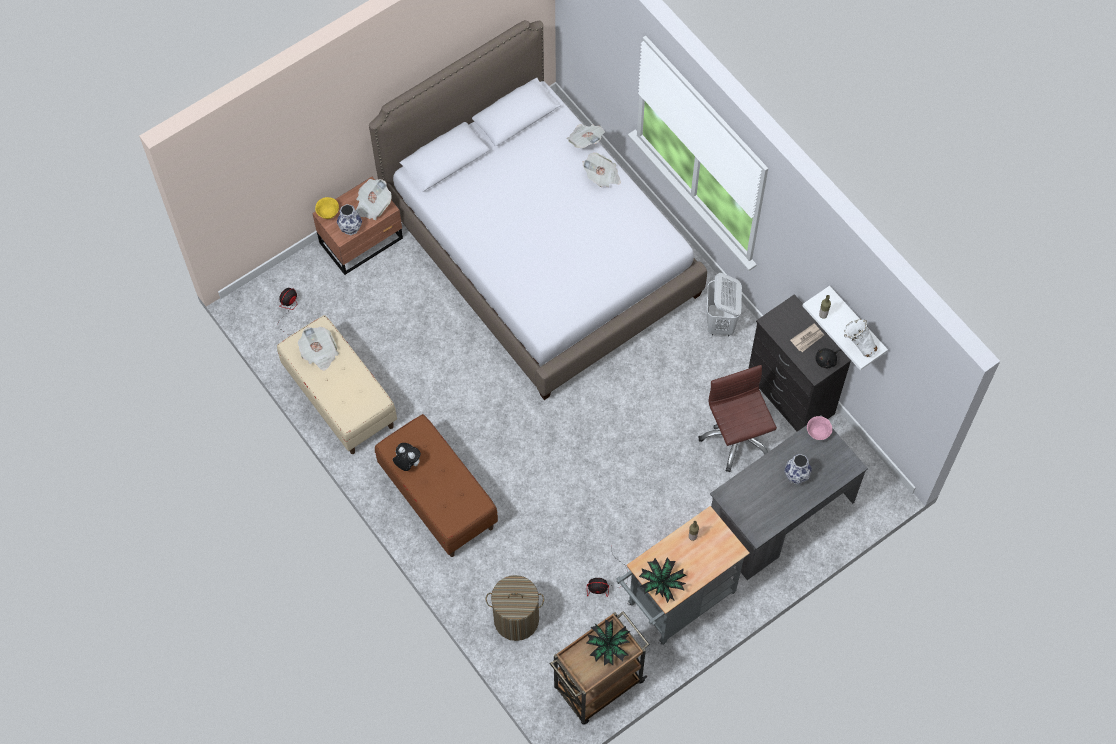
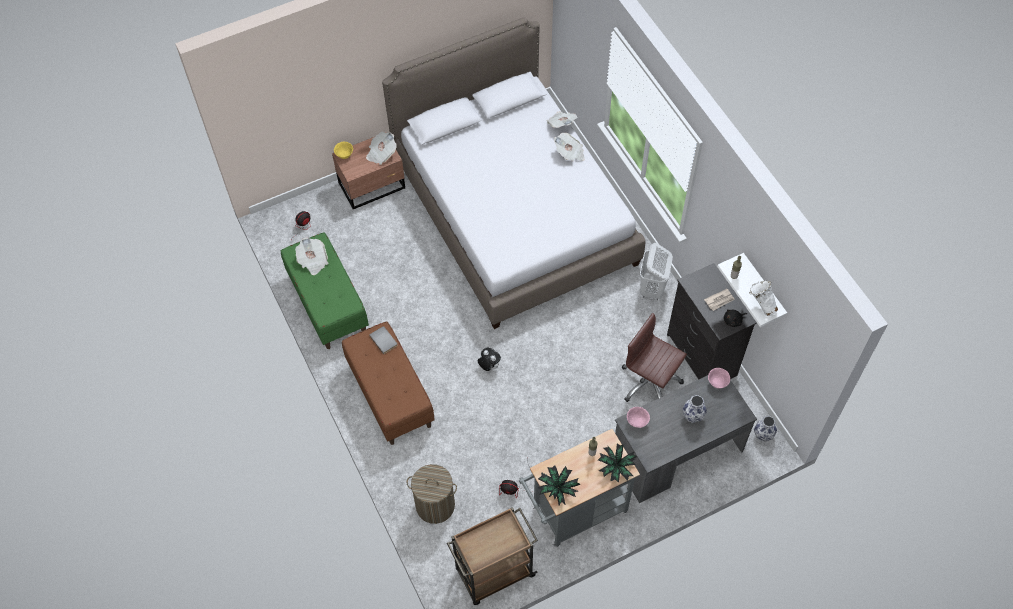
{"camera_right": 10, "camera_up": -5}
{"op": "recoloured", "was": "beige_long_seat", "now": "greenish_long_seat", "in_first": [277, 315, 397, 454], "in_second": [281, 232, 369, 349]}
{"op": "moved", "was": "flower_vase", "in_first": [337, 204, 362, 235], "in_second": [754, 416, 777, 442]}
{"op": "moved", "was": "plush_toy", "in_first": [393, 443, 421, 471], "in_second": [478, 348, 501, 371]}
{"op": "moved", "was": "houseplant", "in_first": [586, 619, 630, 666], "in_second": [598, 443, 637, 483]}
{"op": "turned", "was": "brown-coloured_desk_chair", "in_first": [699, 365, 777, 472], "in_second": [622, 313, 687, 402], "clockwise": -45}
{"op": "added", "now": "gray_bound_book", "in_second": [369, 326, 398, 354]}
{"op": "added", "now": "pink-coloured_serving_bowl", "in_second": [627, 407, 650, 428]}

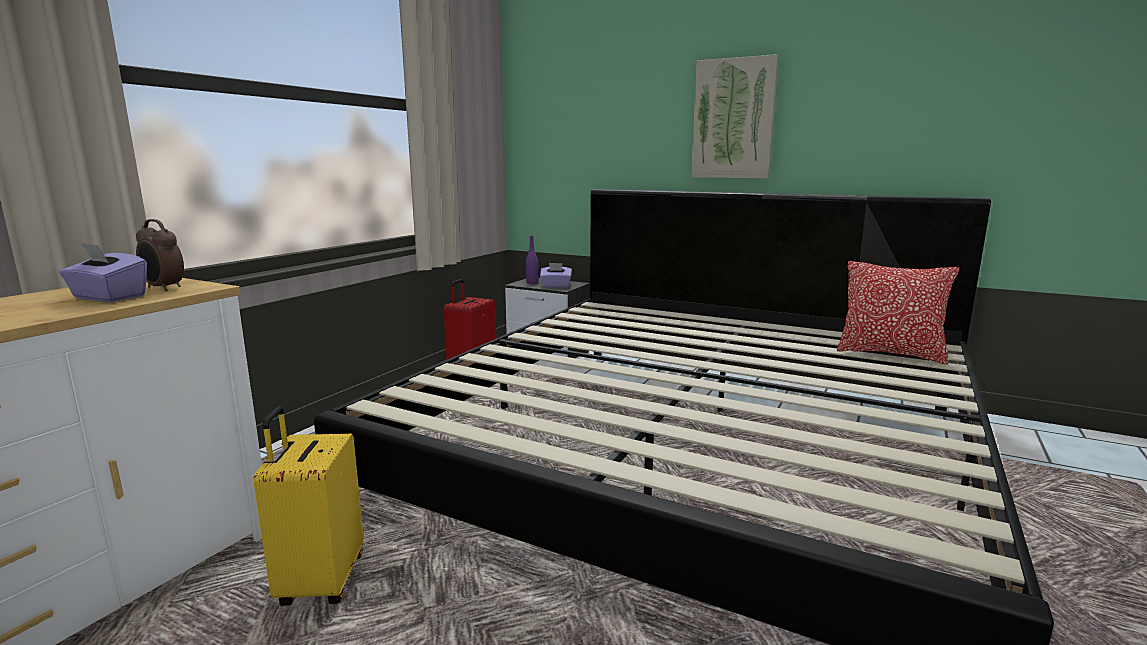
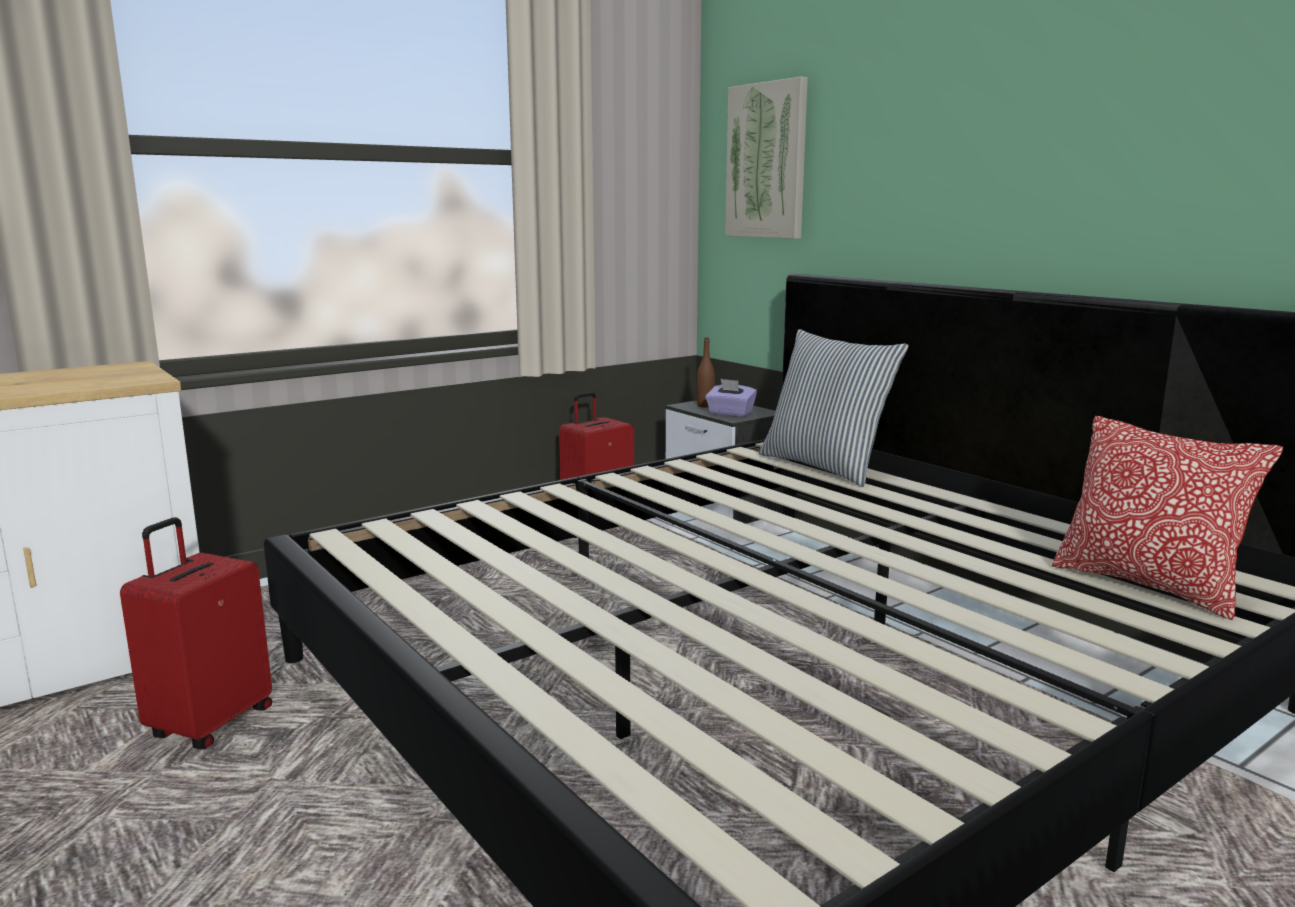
{"camera_right": 25, "camera_up": 0}
{"op": "removed", "was": "purplish_box_of_tissues", "in_first": [59, 243, 147, 302]}
{"op": "removed", "was": "table_clock", "in_first": [136, 219, 184, 291]}
{"op": "recoloured", "was": "yellow-coloured_travel_case", "now": "reddish_travel_case", "in_first": [254, 406, 364, 606], "in_second": [120, 517, 272, 749]}
{"op": "recoloured", "was": "purplish_bottle", "now": "brown-coloured_bottle", "in_first": [526, 236, 538, 284], "in_second": [697, 337, 715, 408]}
{"op": "moved", "was": "picture", "in_first": [691, 54, 779, 178], "in_second": [725, 77, 808, 239]}
{"op": "added", "now": "pillow", "in_second": [759, 329, 908, 487]}

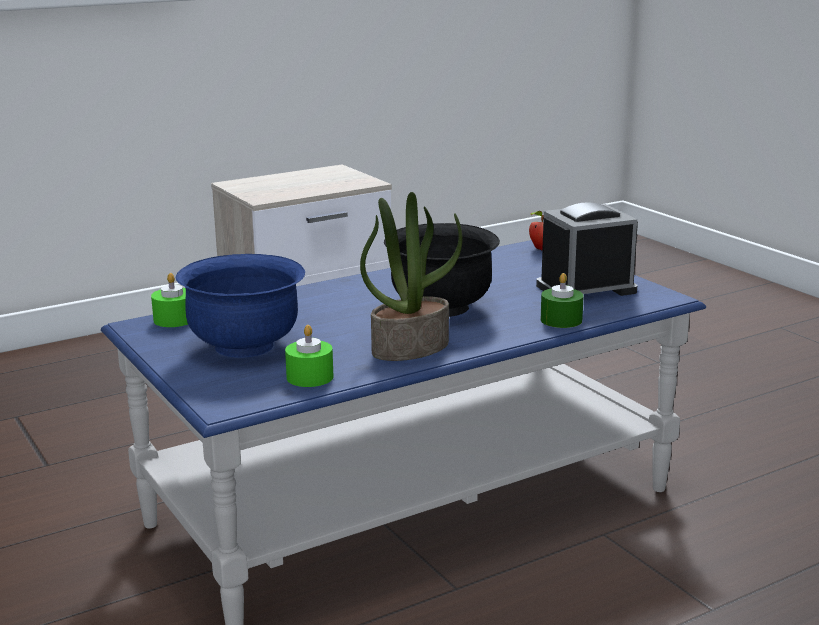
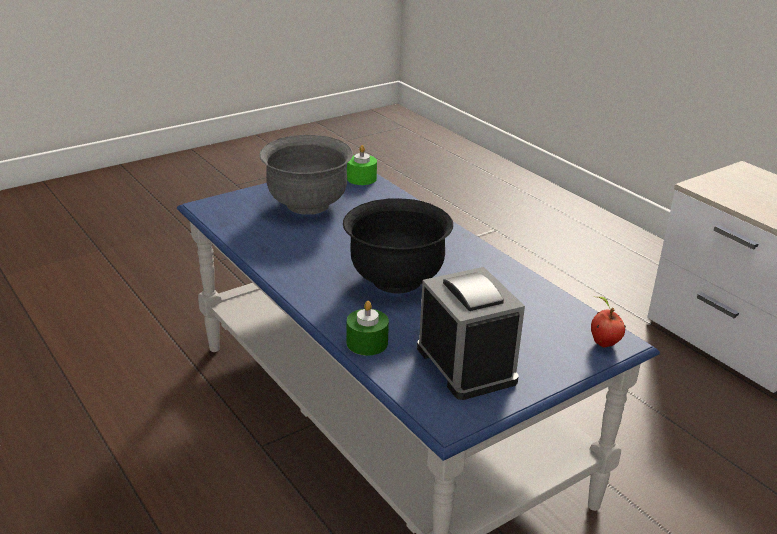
{"camera_right": 85, "camera_up": 10}
{"op": "recoloured", "was": "blue_serving_bowl", "now": "gray_serving_bowl", "in_first": [176, 254, 305, 358], "in_second": [259, 135, 353, 215]}
{"op": "removed", "was": "greenish_wax_light", "in_first": [285, 325, 333, 387]}
{"op": "removed", "was": "houseplant", "in_first": [360, 192, 462, 361]}

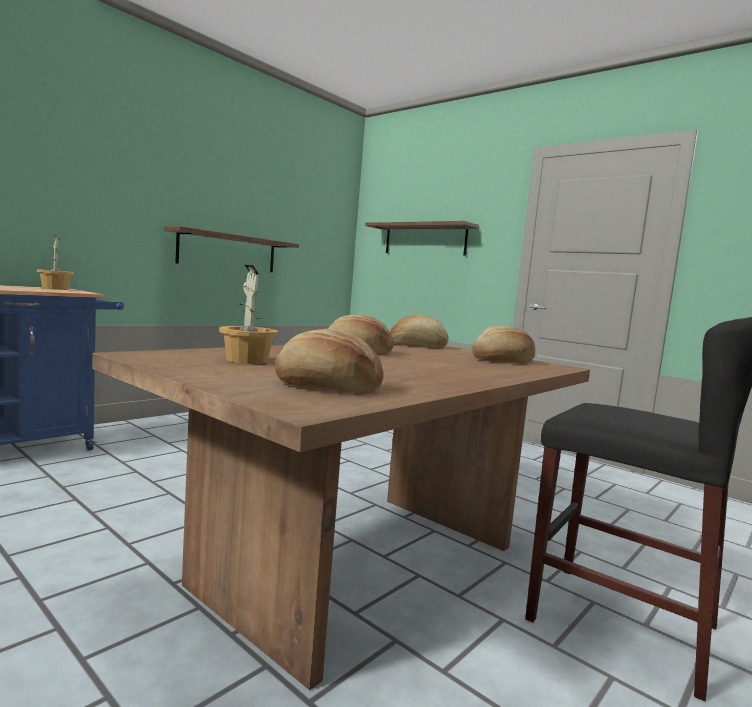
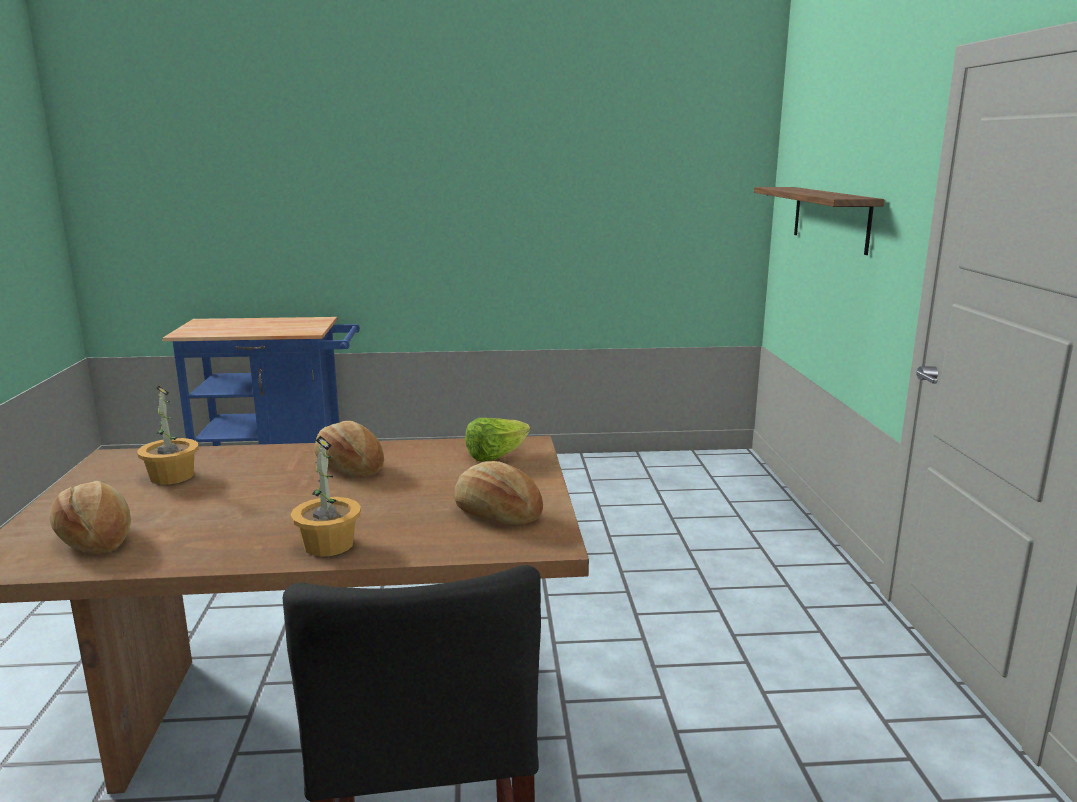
{"camera_right": 45, "camera_up": 10}
{"op": "moved", "was": "houseplant", "in_first": [37, 235, 74, 290], "in_second": [290, 436, 361, 557]}
{"op": "removed", "was": "bracket_shelf", "in_first": [164, 226, 299, 272]}
{"op": "replaced", "was": "bread", "now": "head_of_lettuce", "in_first": [390, 315, 448, 348], "in_second": [465, 418, 530, 462]}

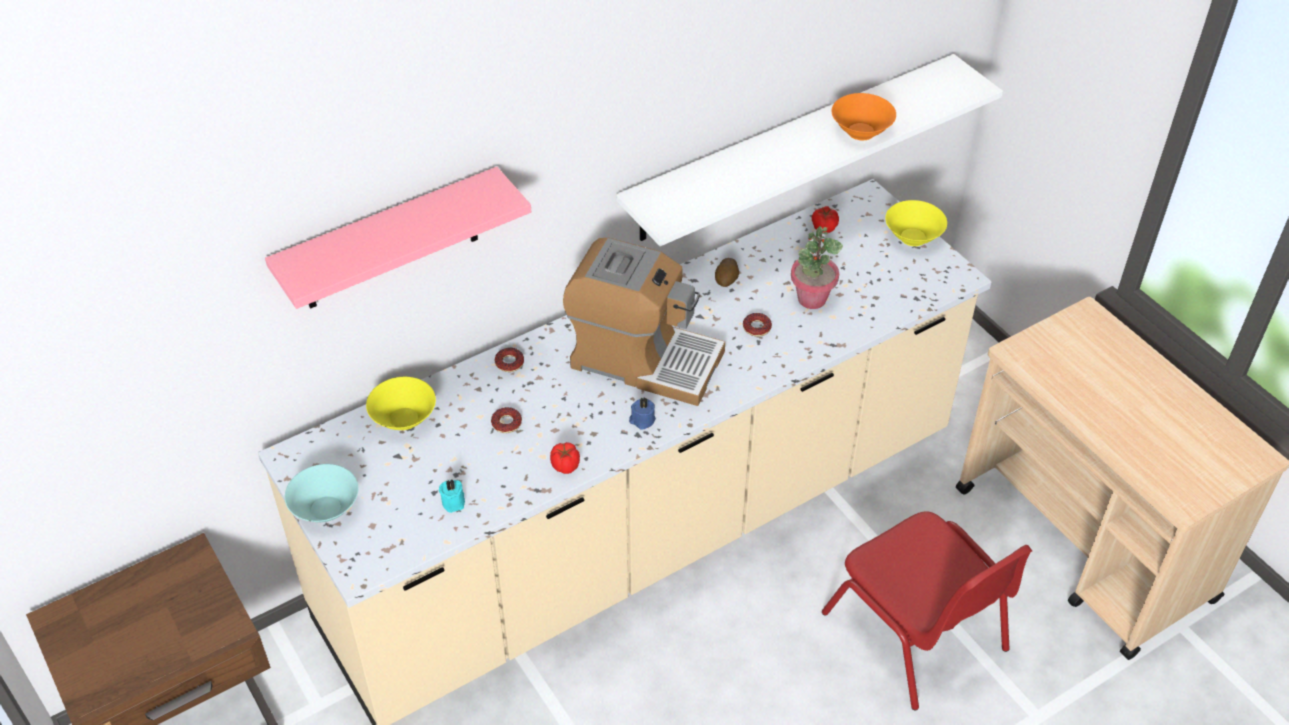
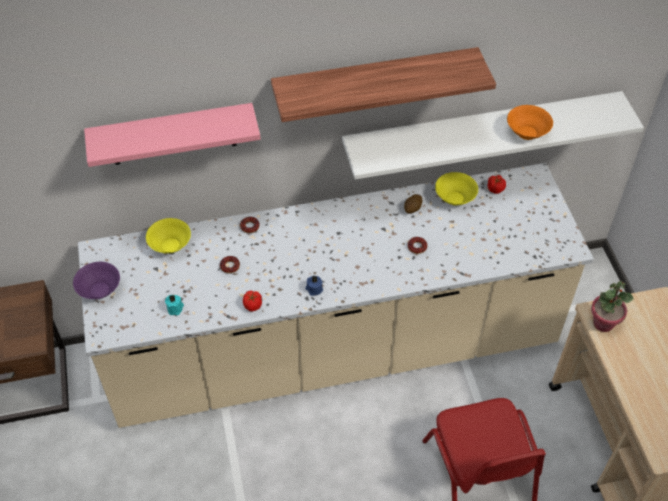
{"camera_right": 20, "camera_up": 5}
{"op": "recoloured", "was": "turquoise-coloured_serving_bowl", "now": "purplish_serving_bowl", "in_first": [285, 464, 358, 522], "in_second": [73, 262, 120, 299]}
{"op": "removed", "was": "coffee_brewer", "in_first": [563, 238, 725, 406]}
{"op": "moved", "was": "houseplant", "in_first": [791, 226, 843, 309], "in_second": [591, 281, 634, 332]}
{"op": "moved", "was": "yellow-coloured_serving_bowl", "in_first": [885, 200, 947, 246], "in_second": [435, 172, 478, 206]}
{"op": "added", "now": "bracket_shelf", "in_second": [271, 47, 496, 122]}

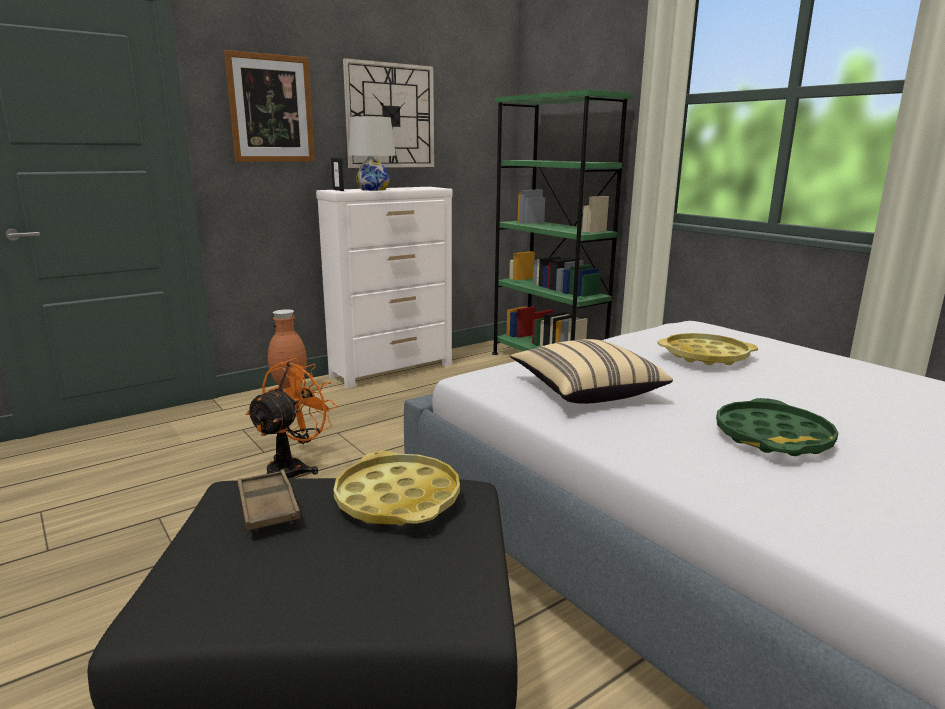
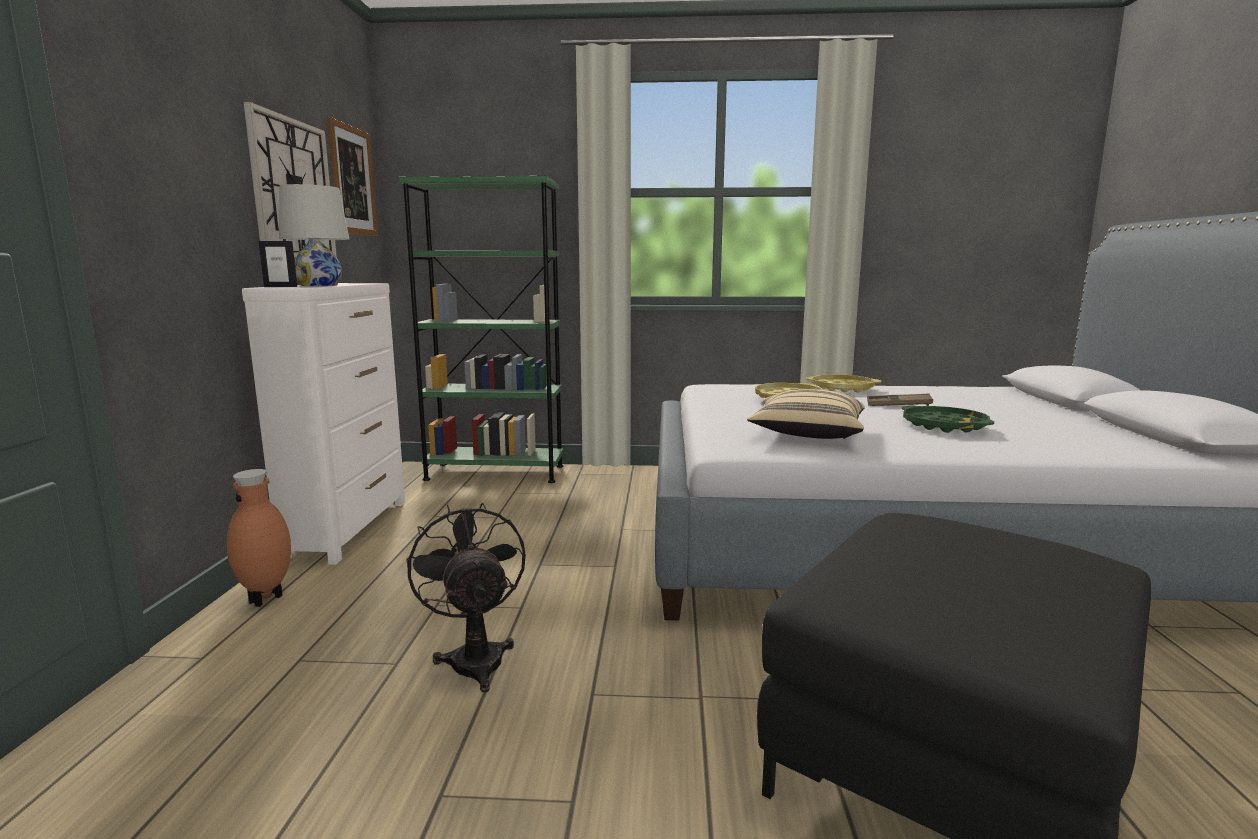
{"camera_right": -50, "camera_up": -5}
{"op": "moved", "was": "picture", "in_first": [224, 50, 315, 162], "in_second": [327, 117, 378, 236]}
{"op": "moved", "was": "brown-coloured_tray", "in_first": [238, 470, 301, 532], "in_second": [867, 394, 933, 406]}
{"op": "recoloured", "was": "orange-coloured_cooling_fan", "now": "blackish_cooling_fan", "in_first": [245, 358, 337, 479], "in_second": [406, 503, 526, 692]}
{"op": "moved", "was": "yellow-coloured_tray", "in_first": [333, 451, 460, 525], "in_second": [806, 374, 881, 392]}

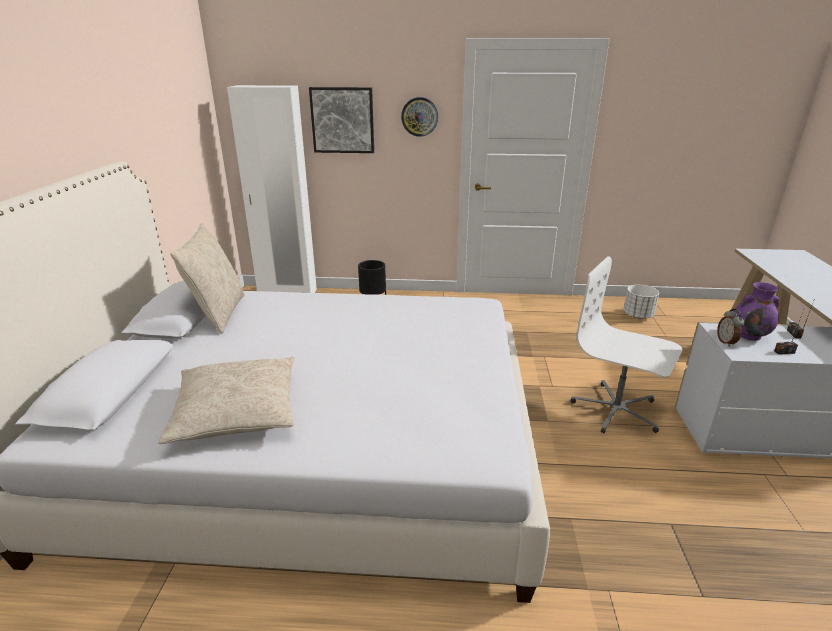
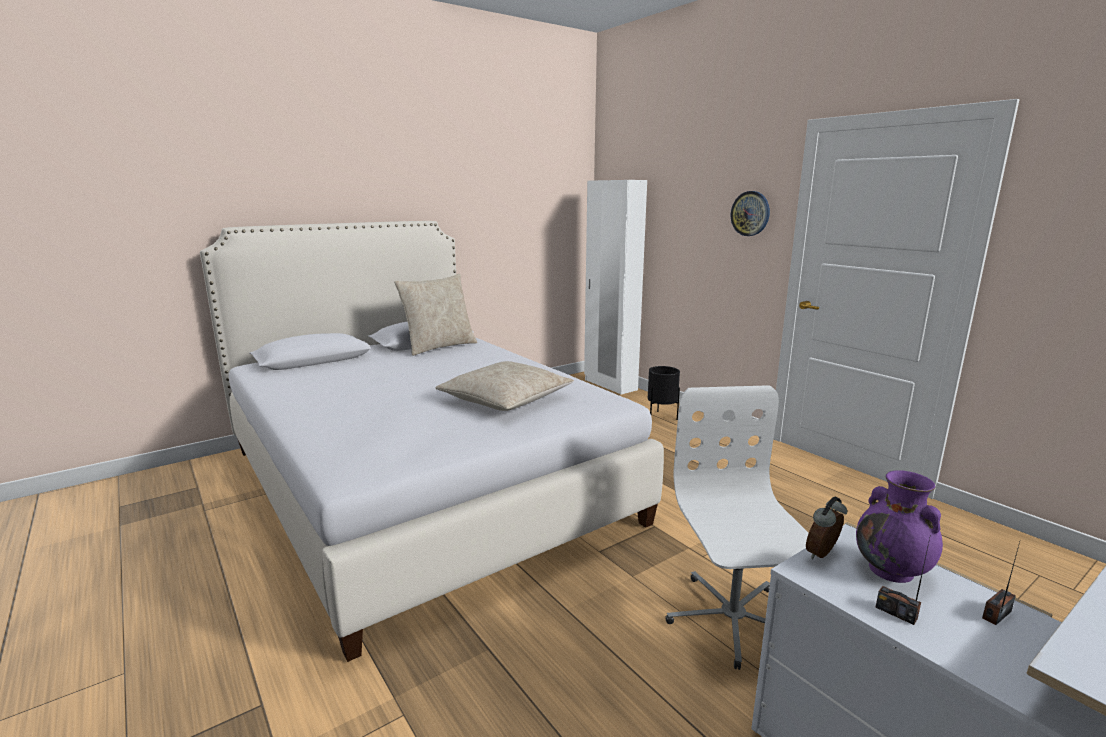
{"camera_right": 50, "camera_up": -10}
{"op": "moved", "was": "beige_pillow", "in_first": [158, 357, 294, 444], "in_second": [435, 361, 574, 411]}
{"op": "removed", "was": "picture", "in_first": [309, 87, 374, 153]}
{"op": "removed", "was": "white_flower_pot", "in_first": [623, 285, 659, 319]}

